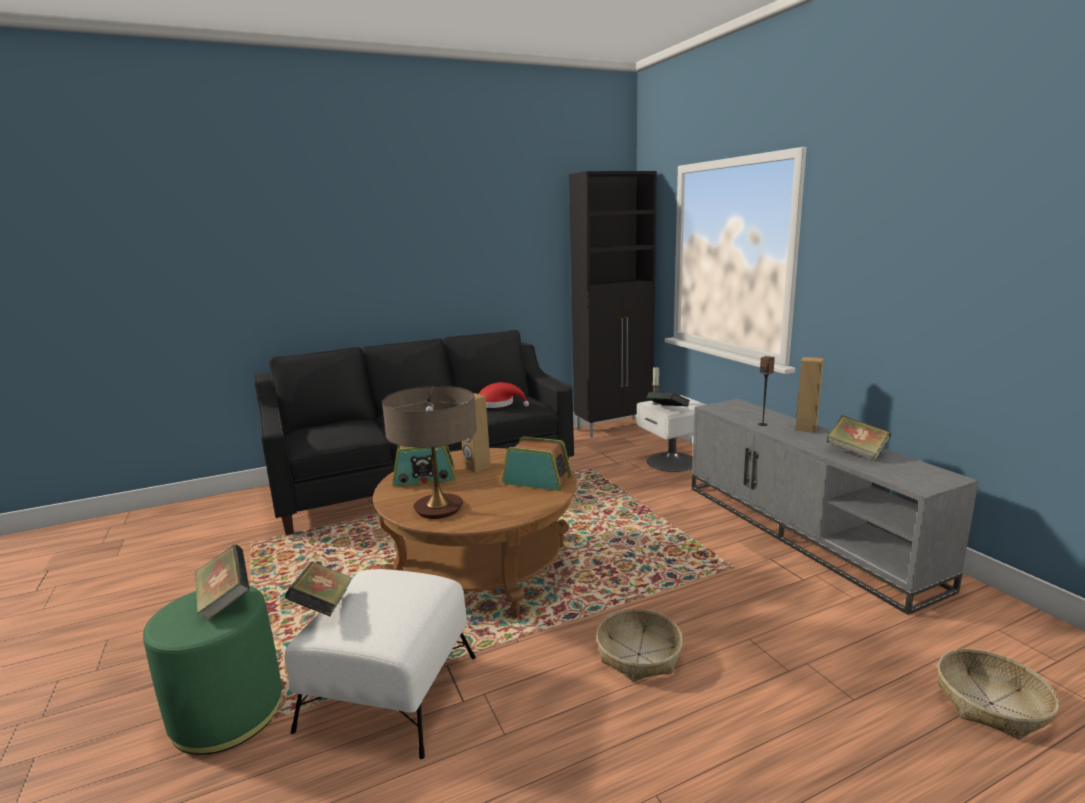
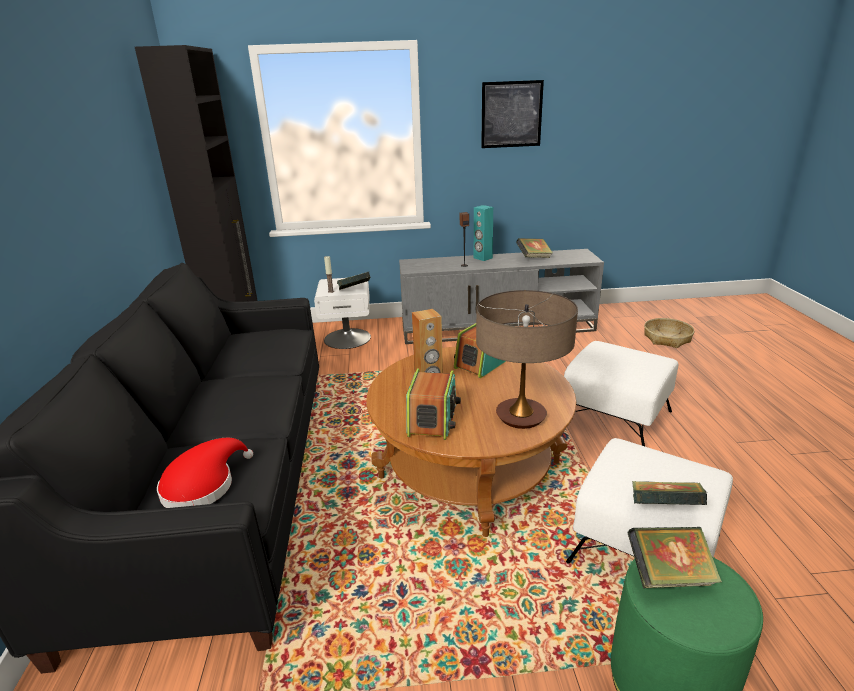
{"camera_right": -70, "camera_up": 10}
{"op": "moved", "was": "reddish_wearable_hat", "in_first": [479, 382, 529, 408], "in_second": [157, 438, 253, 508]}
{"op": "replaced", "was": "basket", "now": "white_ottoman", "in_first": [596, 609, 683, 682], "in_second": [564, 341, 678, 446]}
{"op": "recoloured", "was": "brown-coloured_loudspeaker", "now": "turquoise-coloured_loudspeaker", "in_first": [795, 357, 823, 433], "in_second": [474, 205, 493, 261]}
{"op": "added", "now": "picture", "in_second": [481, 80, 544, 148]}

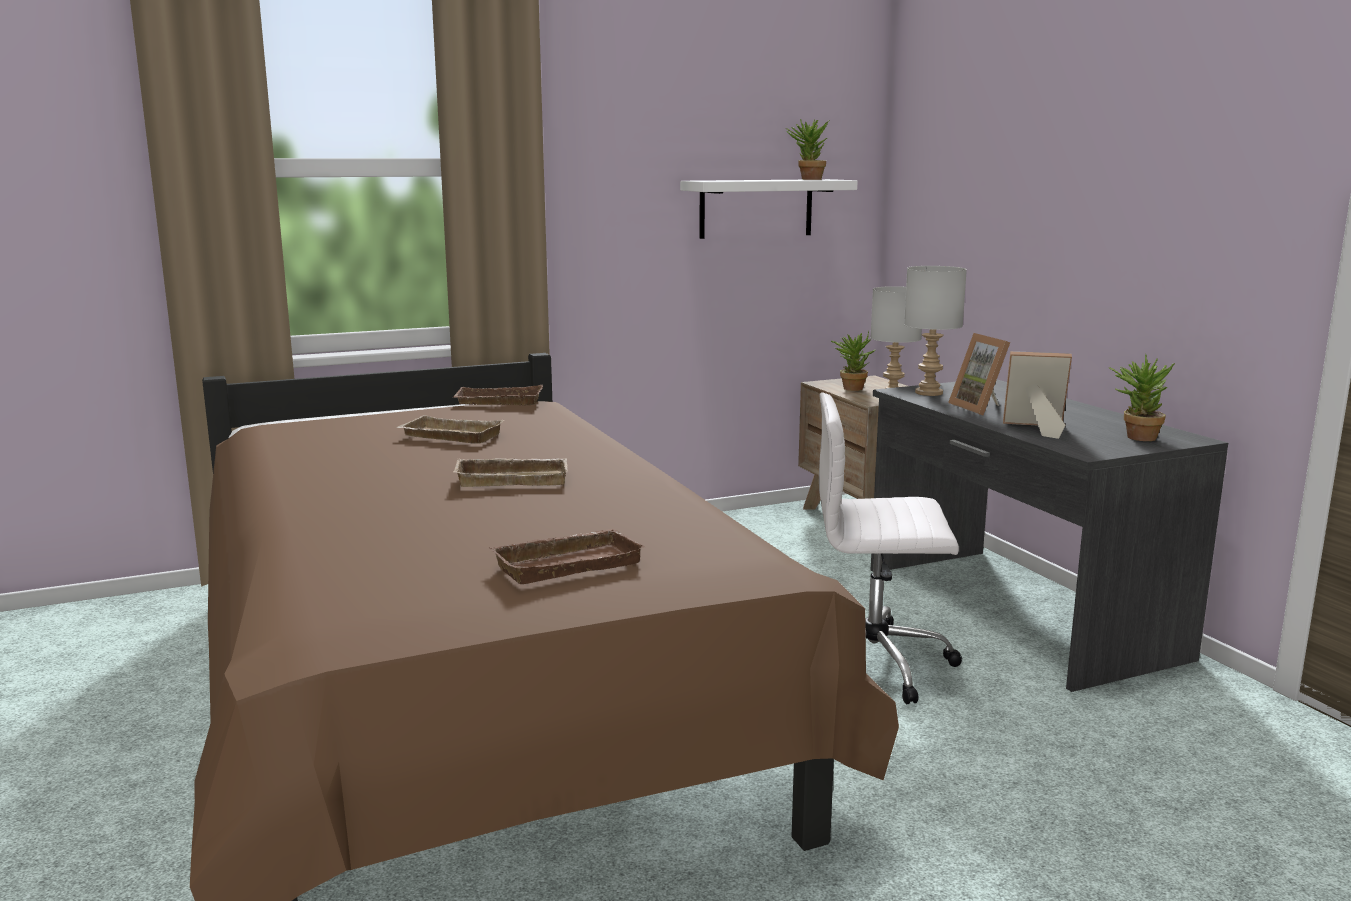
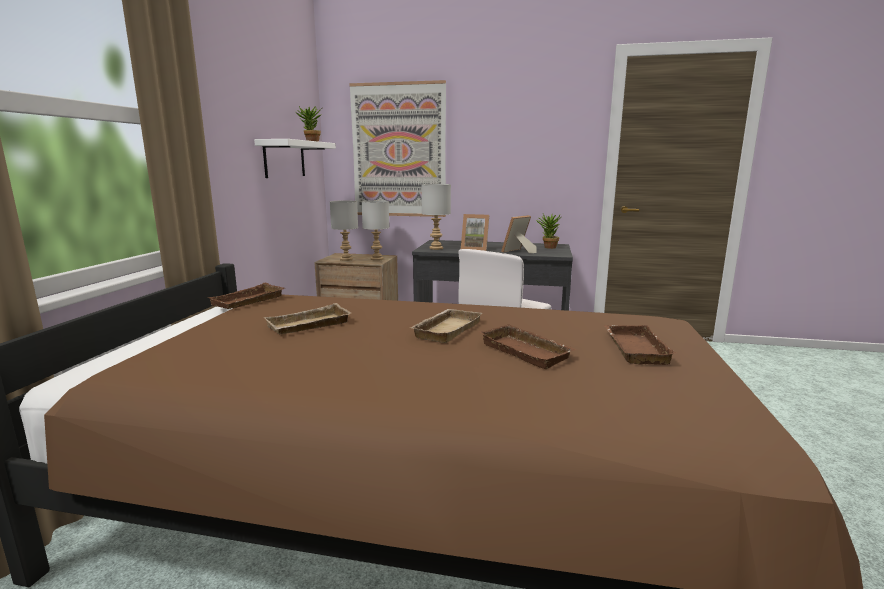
{"camera_right": -55, "camera_up": 0}
{"op": "replaced", "was": "houseplant", "now": "gray_lamp_for_a_table", "in_first": [831, 331, 875, 391], "in_second": [330, 200, 358, 261]}
{"op": "added", "now": "picture", "in_second": [349, 80, 446, 217]}
{"op": "added", "now": "brown-coloured_tray", "in_second": [479, 324, 577, 369]}

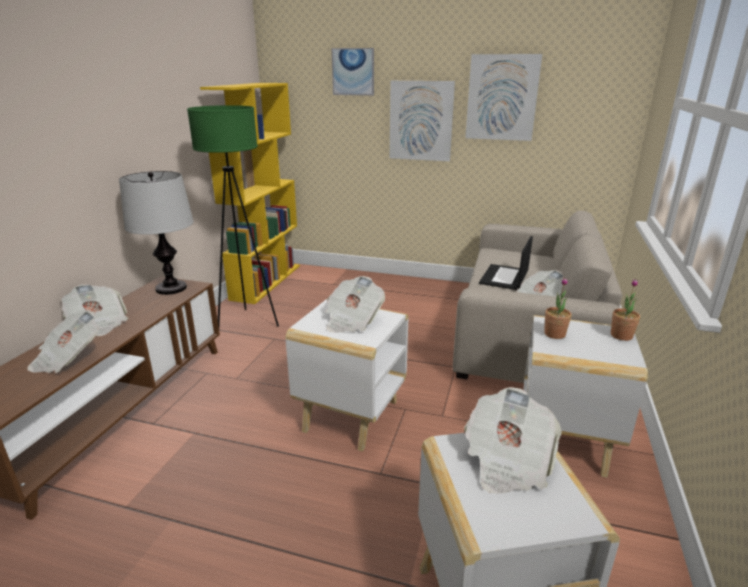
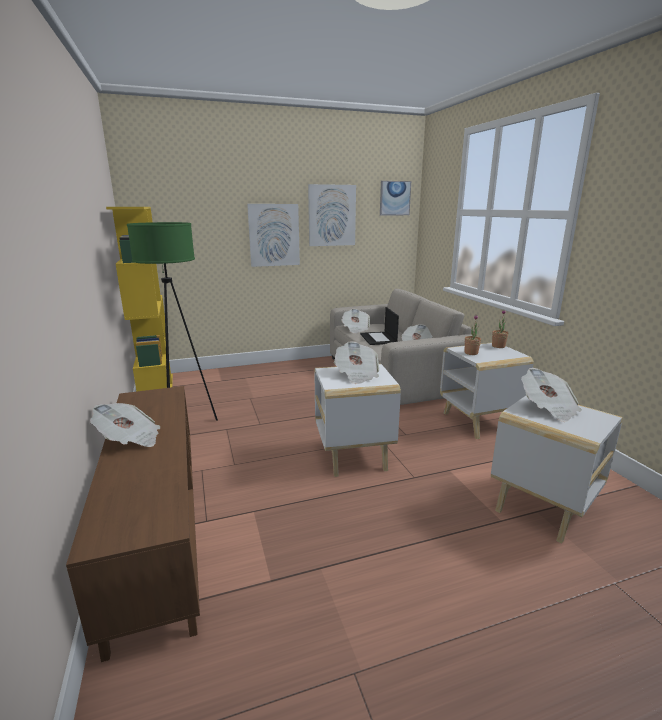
{"camera_right": -35, "camera_up": -5}
{"op": "moved", "was": "newspaper", "in_first": [27, 311, 99, 373], "in_second": [341, 309, 370, 333]}
{"op": "removed", "was": "lamp_for_a_table", "in_first": [119, 171, 194, 295]}
{"op": "moved", "was": "picture", "in_first": [331, 48, 374, 96], "in_second": [380, 181, 411, 216]}

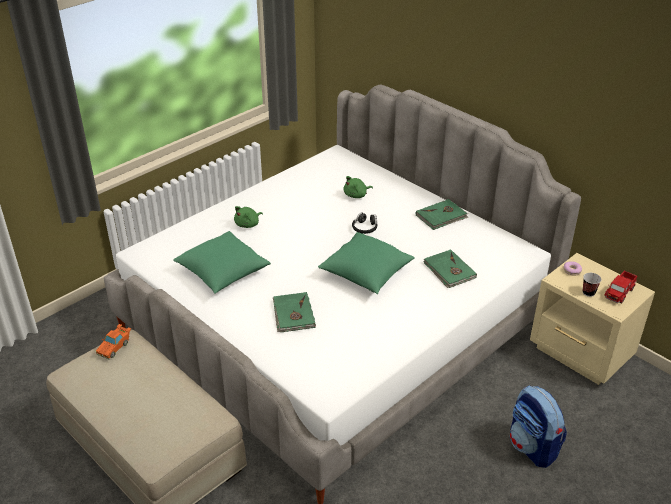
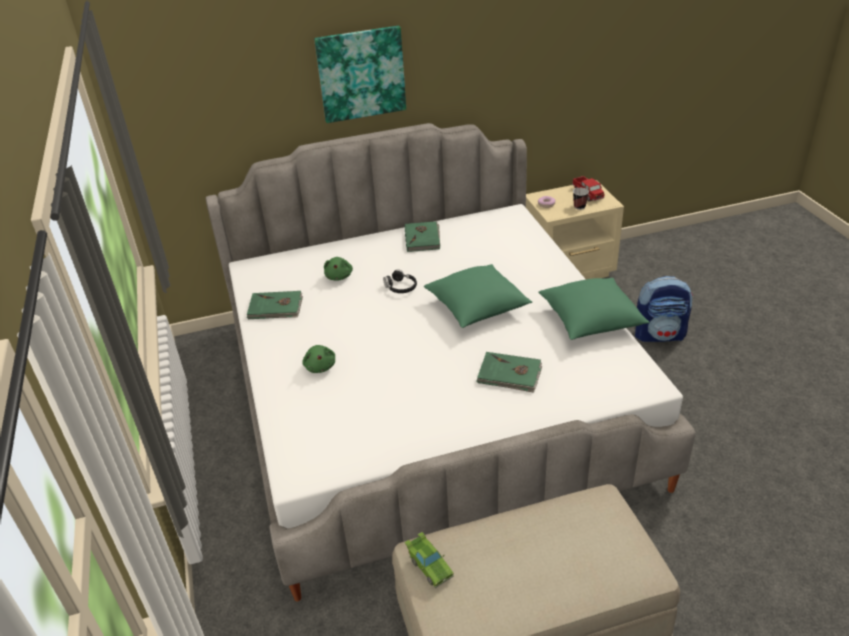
{"camera_right": -60, "camera_up": 0}
{"op": "recoloured", "was": "orange-coloured_model_car", "now": "greenish_model_car", "in_first": [95, 324, 131, 359], "in_second": [405, 532, 454, 588]}
{"op": "moved", "was": "greenish_pillow", "in_first": [173, 231, 271, 294], "in_second": [538, 278, 649, 340]}
{"op": "moved", "was": "greenish_bound_book", "in_first": [423, 249, 477, 288], "in_second": [247, 291, 303, 319]}
{"op": "added", "now": "picture", "in_second": [314, 26, 406, 123]}

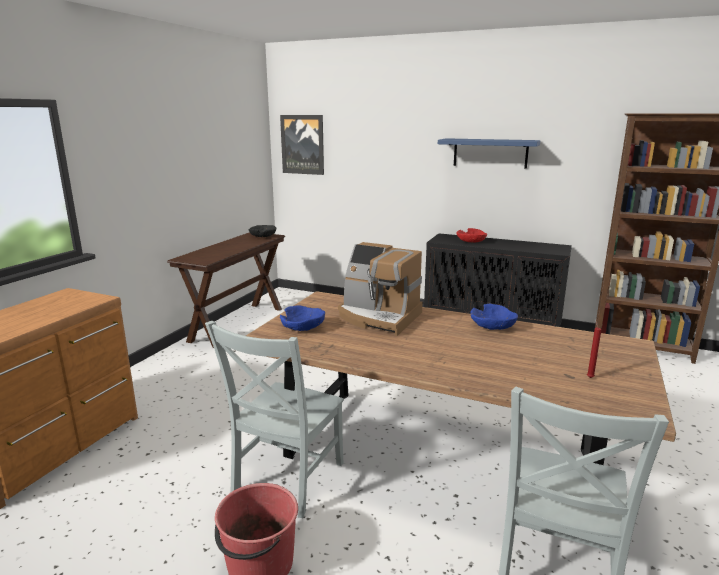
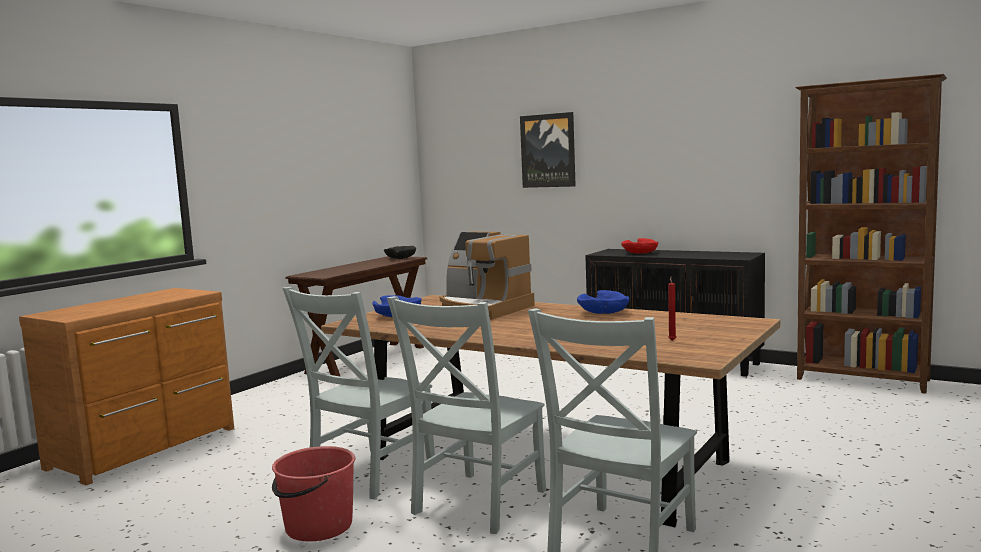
{"camera_right": 10, "camera_up": -10}
{"op": "moved", "was": "picture", "in_first": [280, 115, 324, 175], "in_second": [520, 112, 576, 188]}
{"op": "removed", "was": "blue_bracket_shelf", "in_first": [438, 138, 540, 168]}
{"op": "added", "now": "gray_plain_chair", "in_second": [387, 296, 546, 534]}

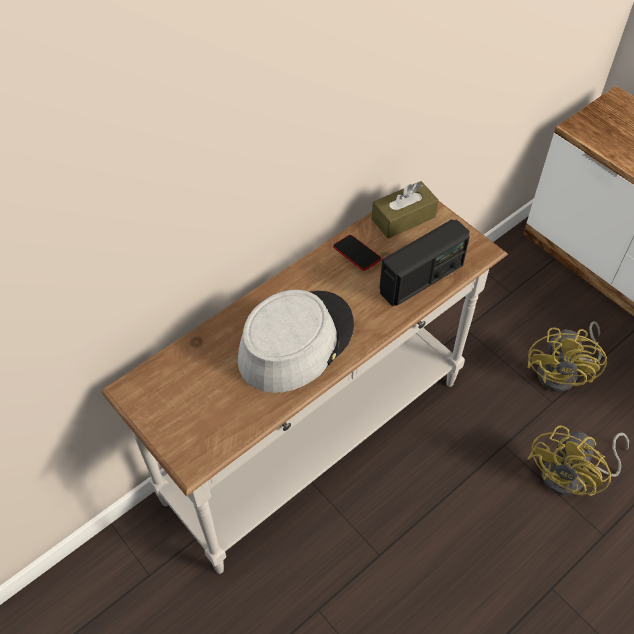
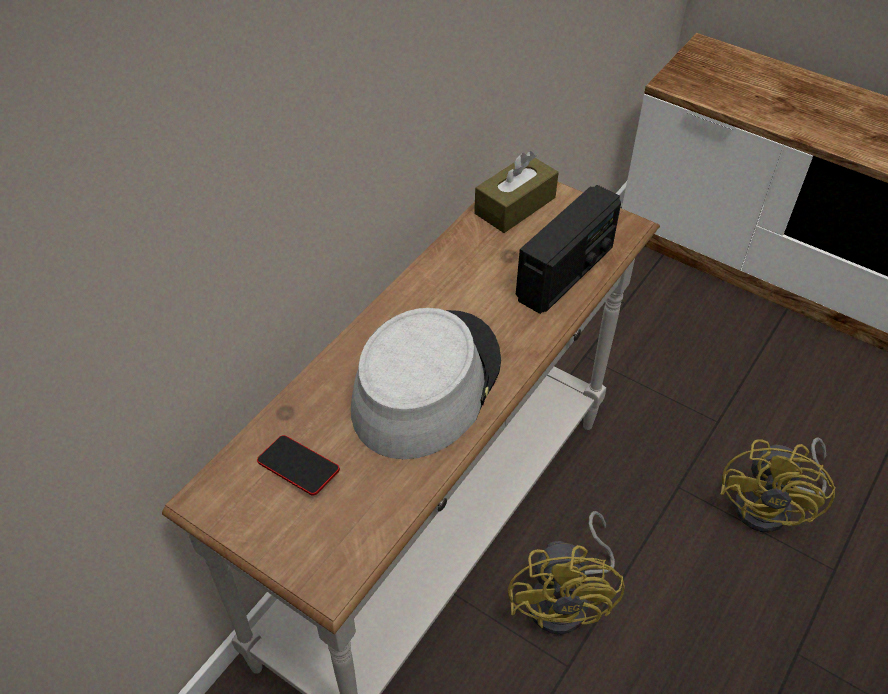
{"camera_right": -15, "camera_up": -5}
{"op": "moved", "was": "phone", "in_first": [333, 235, 381, 271], "in_second": [257, 435, 340, 495]}
{"op": "moved", "was": "yellow-coloured_cooling_fan", "in_first": [528, 321, 607, 392], "in_second": [508, 511, 625, 634]}

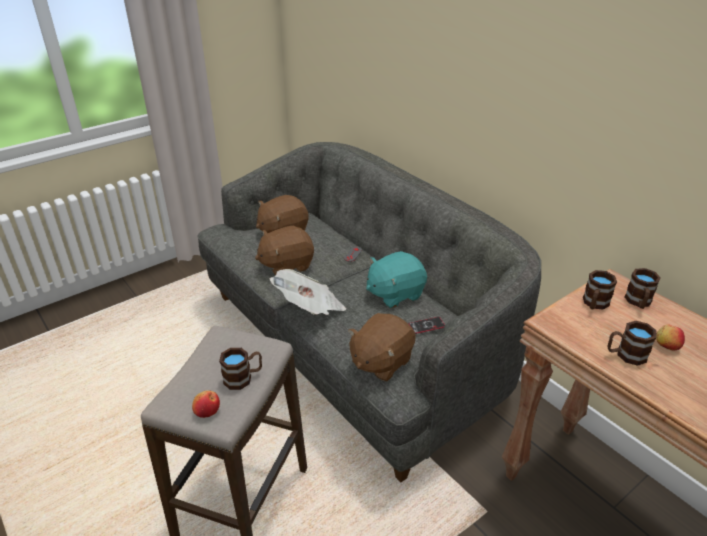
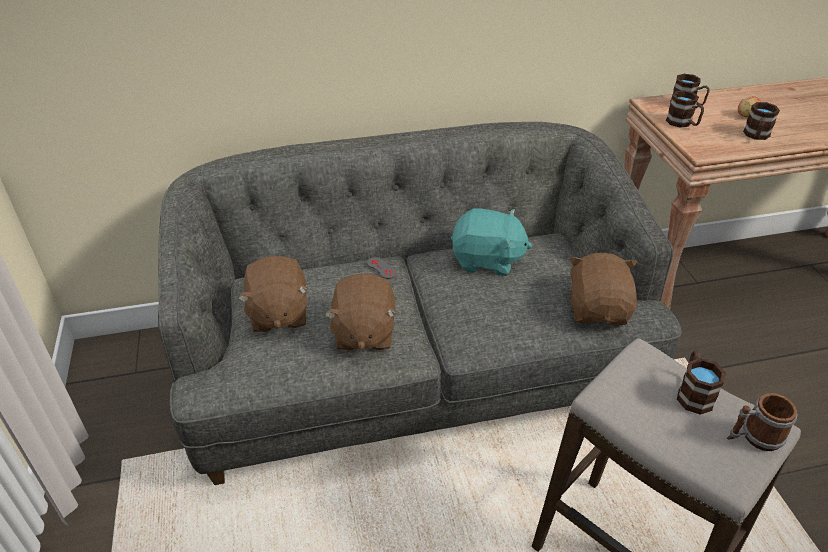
{"camera_right": -65, "camera_up": 5}
{"op": "replaced", "was": "apple", "now": "mug", "in_first": [192, 390, 220, 418], "in_second": [727, 393, 797, 451]}
{"op": "removed", "was": "newspaper", "in_first": [270, 269, 346, 315]}
{"op": "turned", "was": "brown-coloured_plush_toy", "in_first": [348, 313, 416, 381], "in_second": [569, 253, 637, 325], "clockwise": -150}
{"op": "turned", "was": "turquoise-coloured_plush_toy", "in_first": [366, 251, 427, 308], "in_second": [451, 208, 532, 276], "clockwise": -75}
{"op": "removed", "was": "phone", "in_first": [409, 317, 445, 334]}

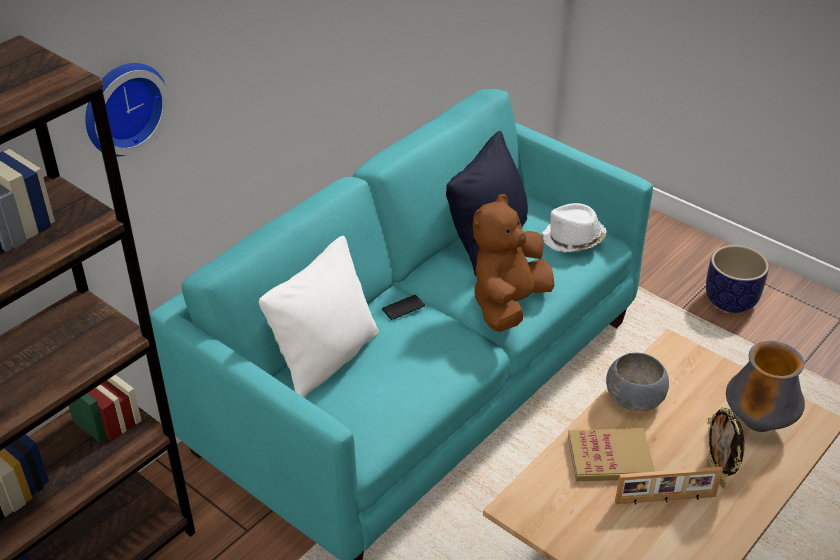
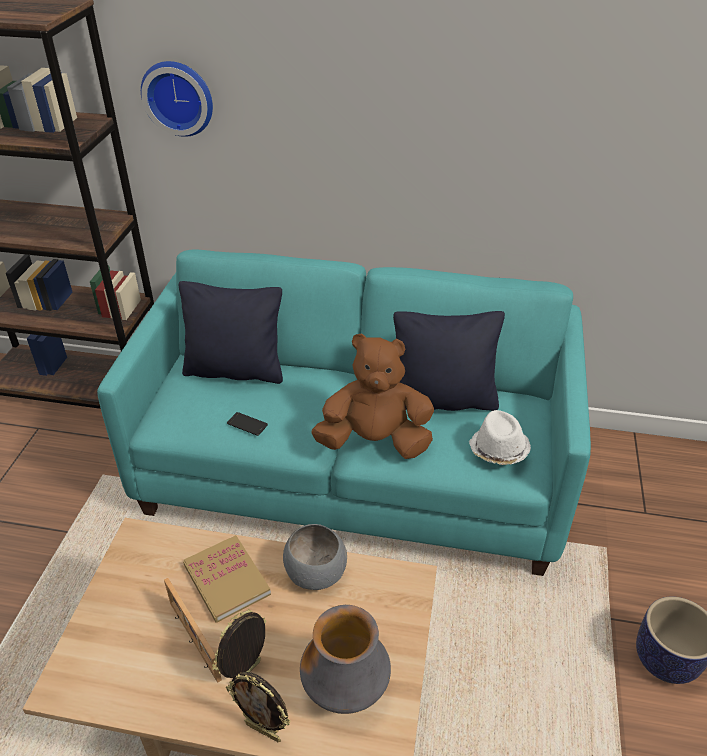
{"camera_right": 60, "camera_up": 0}
{"op": "recoloured", "was": "white_pillow", "now": "blackish_pillow", "in_first": [259, 236, 378, 398], "in_second": [179, 281, 283, 384]}
{"op": "moved", "was": "phone", "in_first": [382, 295, 425, 320], "in_second": [227, 412, 268, 436]}
{"op": "added", "now": "picture_frame", "in_second": [226, 672, 290, 742]}

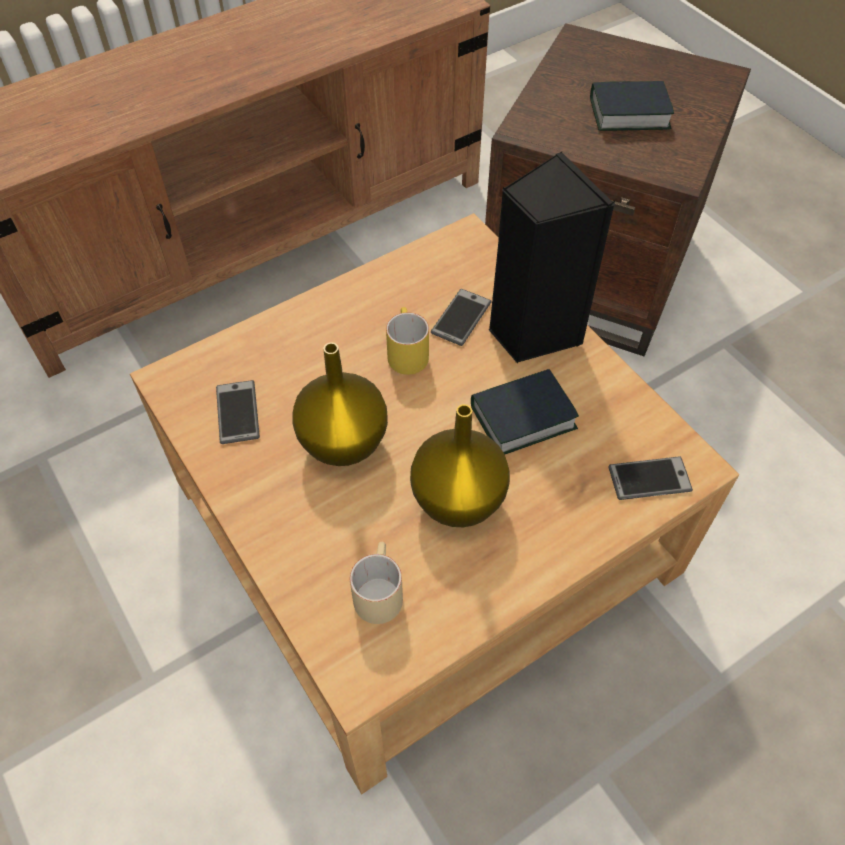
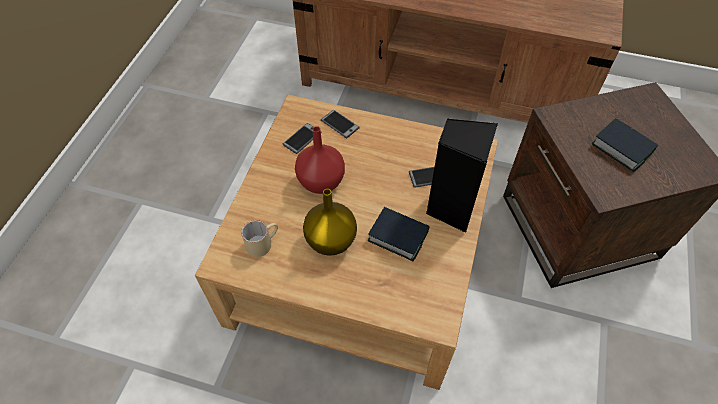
{"camera_right": 50, "camera_up": 0}
{"op": "recoloured", "was": "yellow-coloured_flower_vase", "now": "reddish_flower_vase", "in_first": [292, 343, 388, 466], "in_second": [295, 126, 345, 194]}
{"op": "removed", "was": "yellow-coloured_mug", "in_first": [386, 307, 429, 375]}
{"op": "moved", "was": "phone", "in_first": [608, 456, 693, 500], "in_second": [321, 110, 360, 138]}

